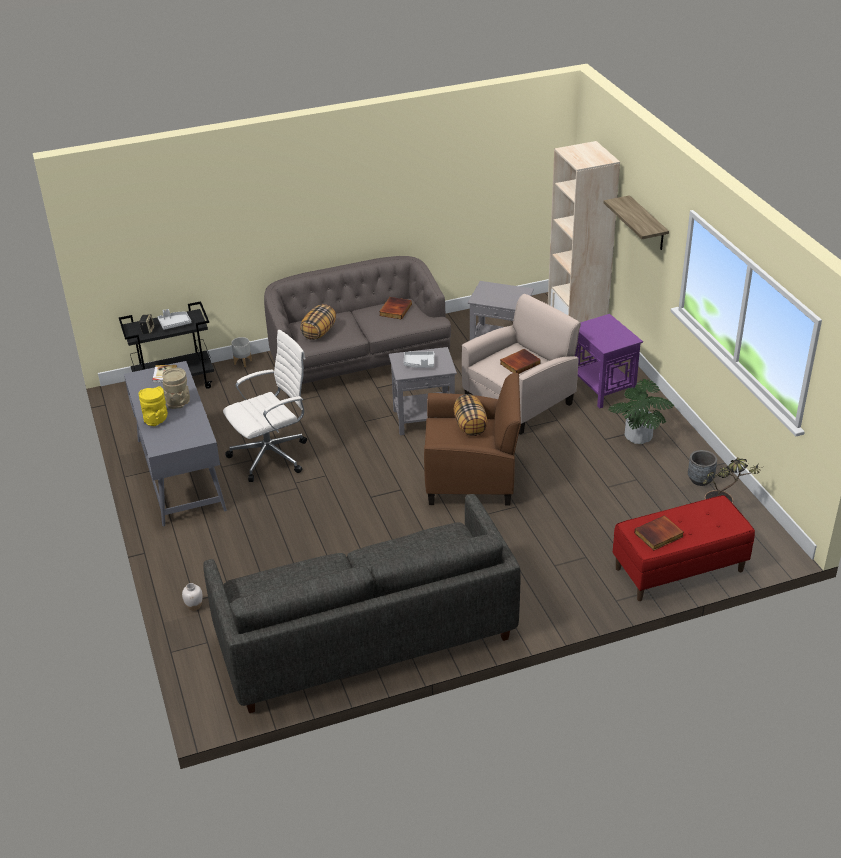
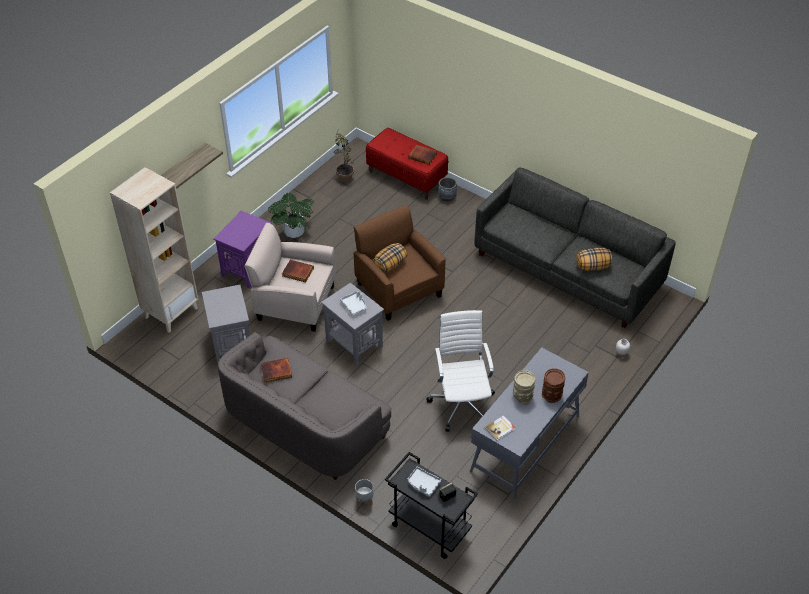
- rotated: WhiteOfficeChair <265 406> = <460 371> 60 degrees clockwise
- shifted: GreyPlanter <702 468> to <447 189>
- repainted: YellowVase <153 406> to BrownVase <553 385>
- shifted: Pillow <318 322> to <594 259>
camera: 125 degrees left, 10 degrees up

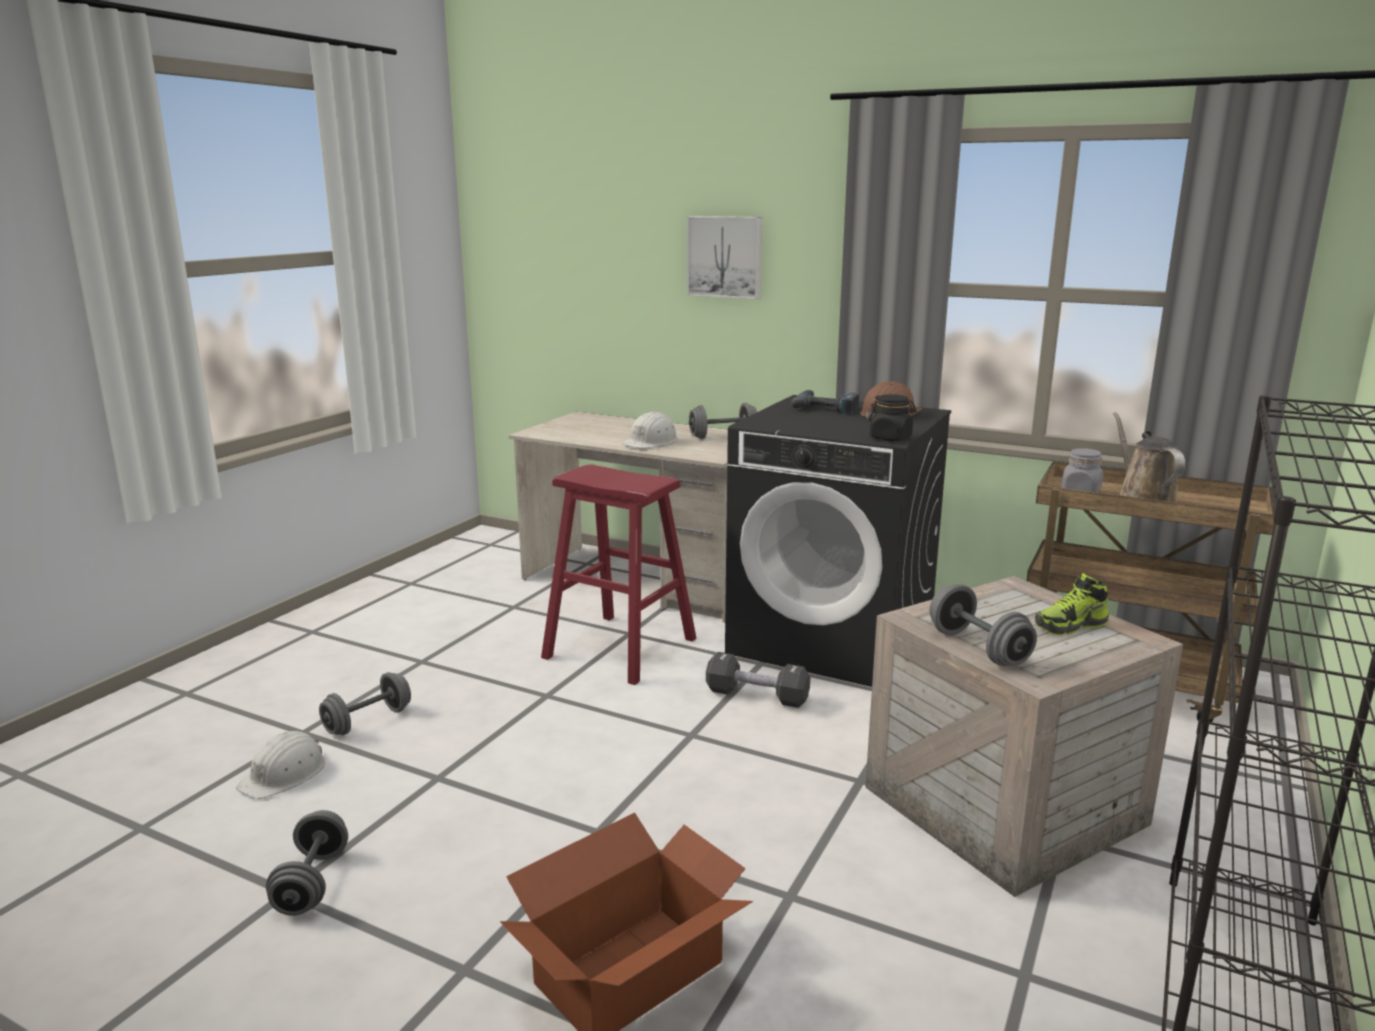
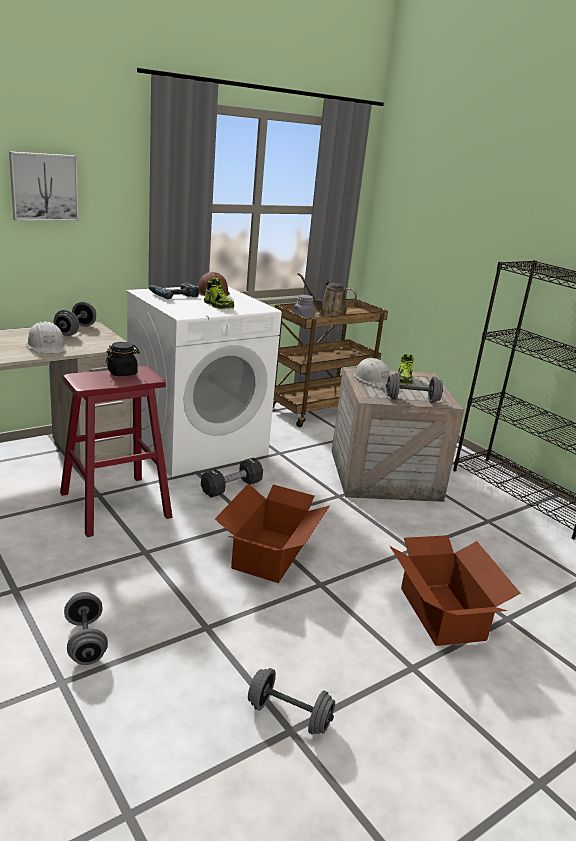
- shifted: BlackJar <893 417> to <123 359>
- repainted: BlackWashingMachine <838 541> to WhiteWashingMachine <204 382>
- new: Shoe <219 293>
- new: CardboardBox <272 533>
- shifted: WhiteHardHat <280 765> to <372 373>
camera: 65 degrees left, 5 degrees up

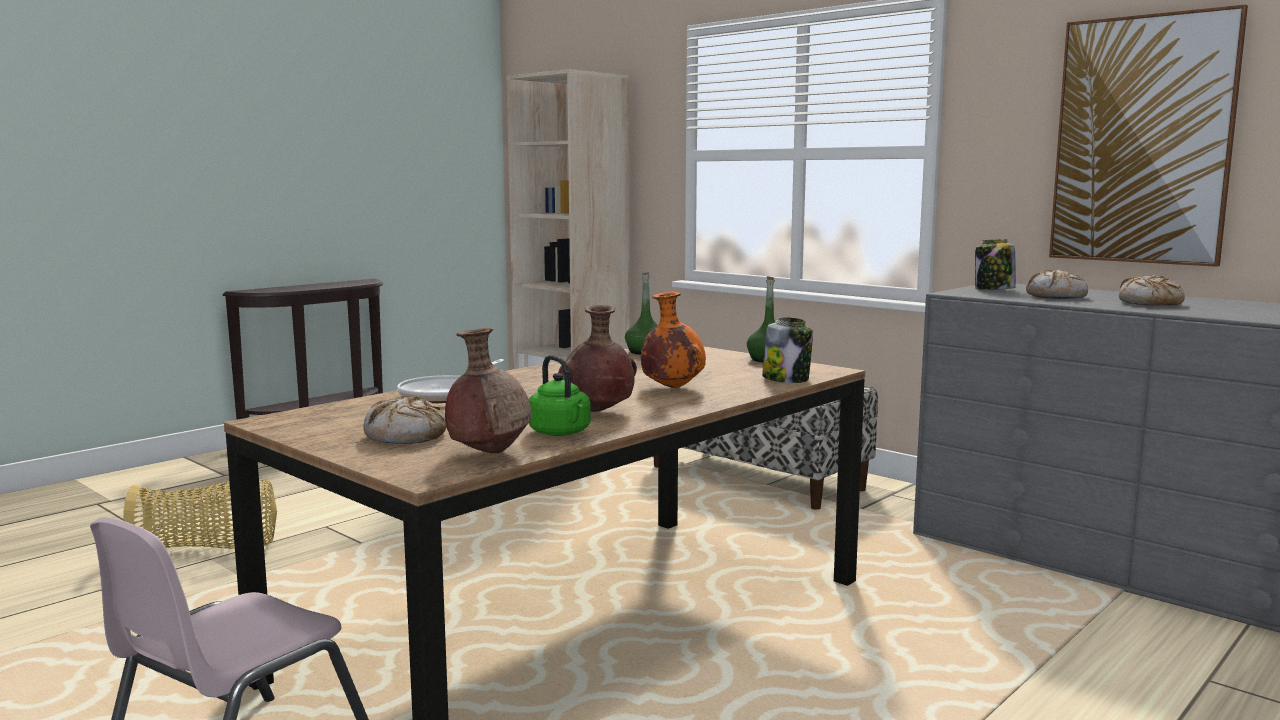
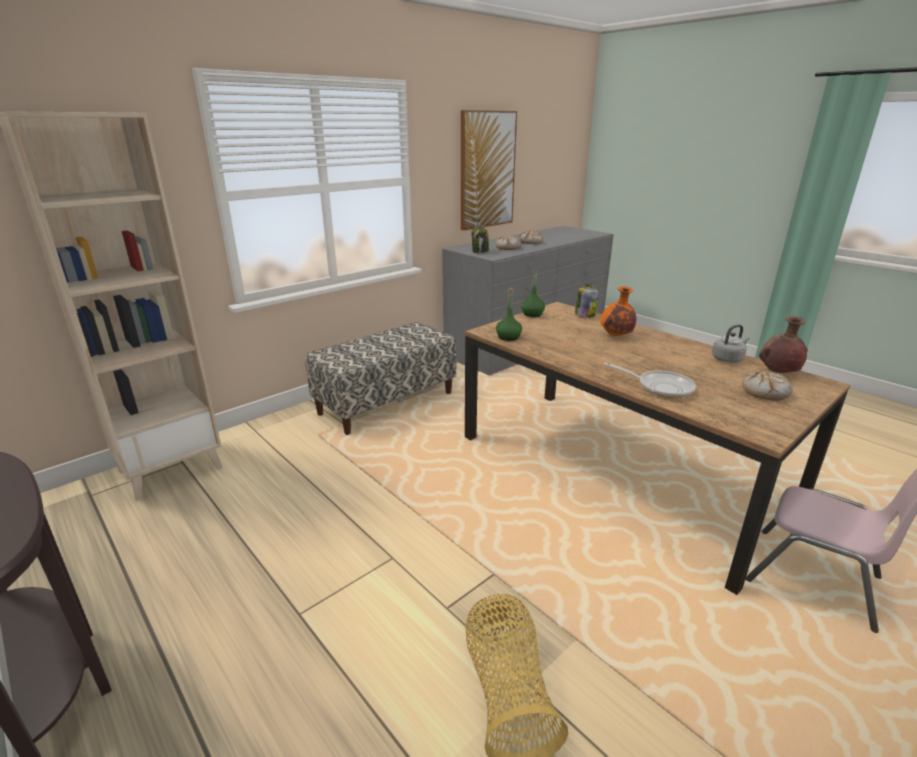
- repainted: GreenKettle <560 395> to GreyKettle <731 343>
- gone: BrownVase <597 358>
camera: 85 degrees left, 15 degrees up

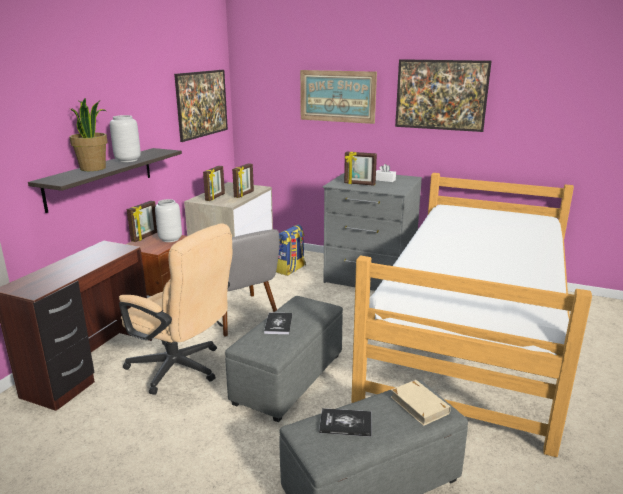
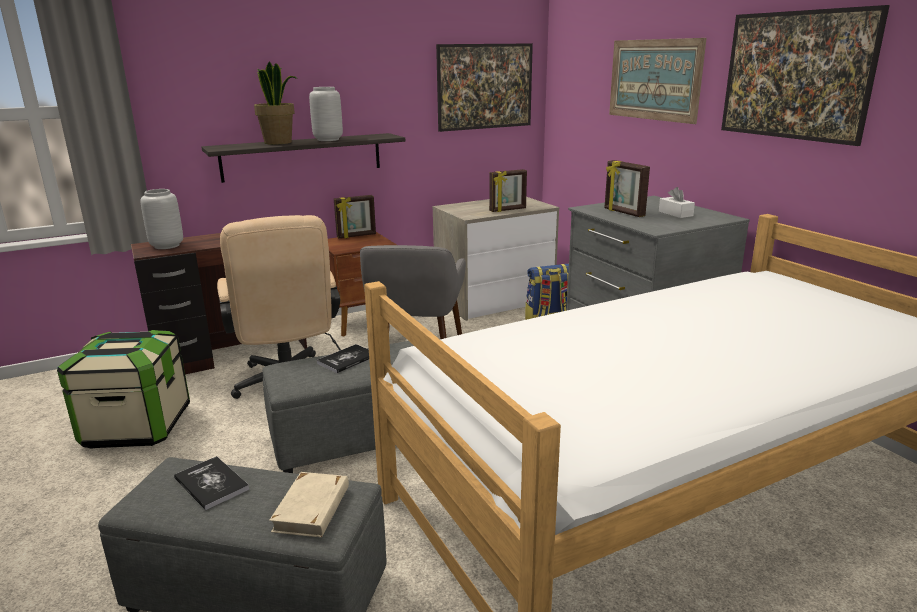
- new: StorageBox <123 389>
- shifted: GreyVase <168 220> to <161 219>
- gone: PictureFrame <214 183>
camera: 40 degrees right, 0 degrees up

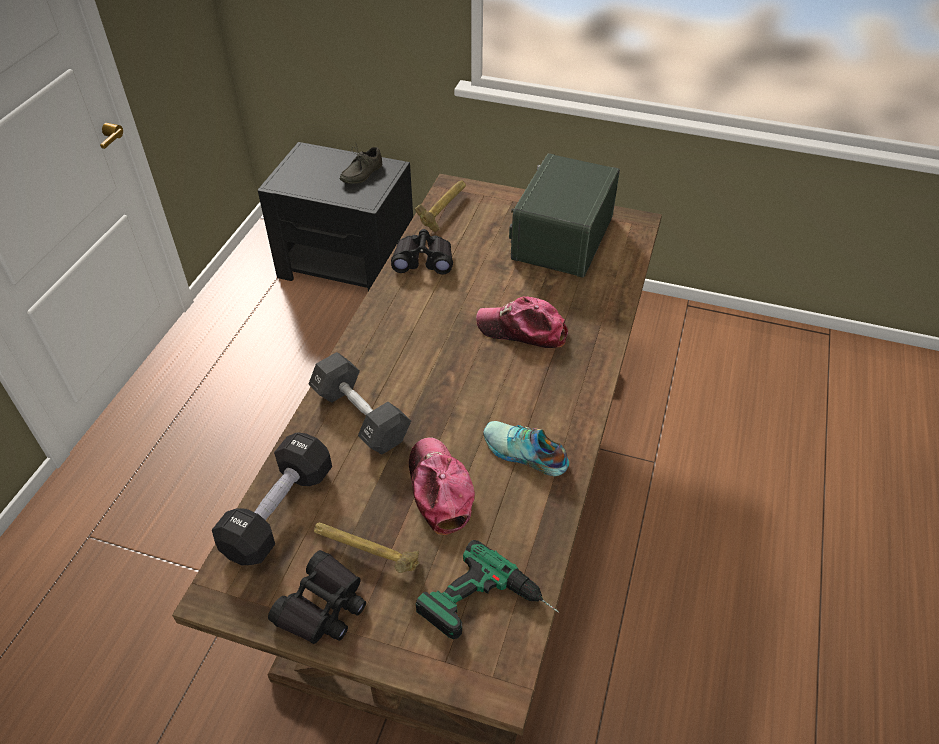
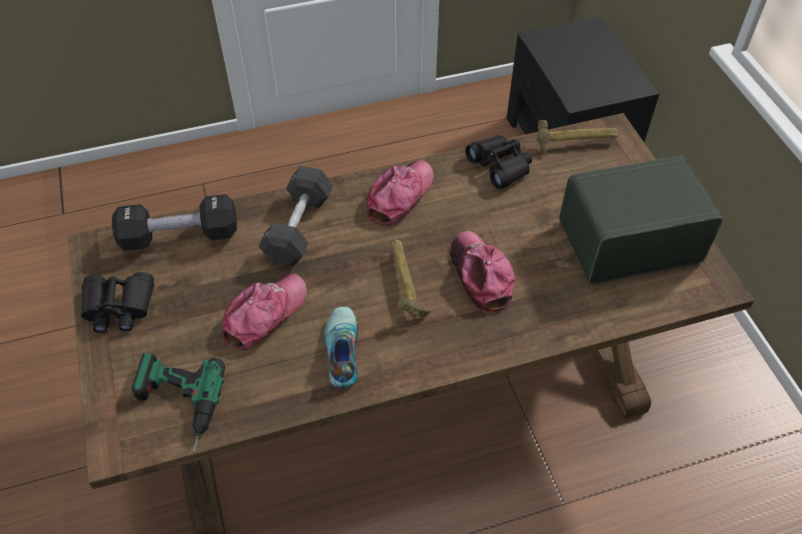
- new: Cap <400 193>
- shifted: Hammer <366 547> to <411 278>
- gone: GreyShoe <361 163>
camera: 55 degrees right, 5 degrees up

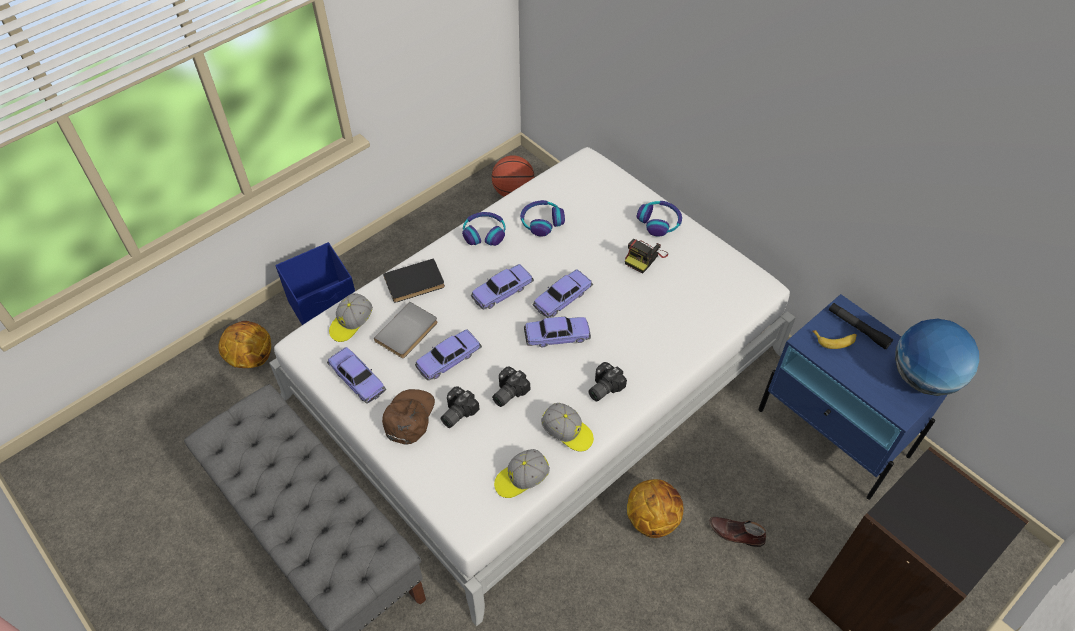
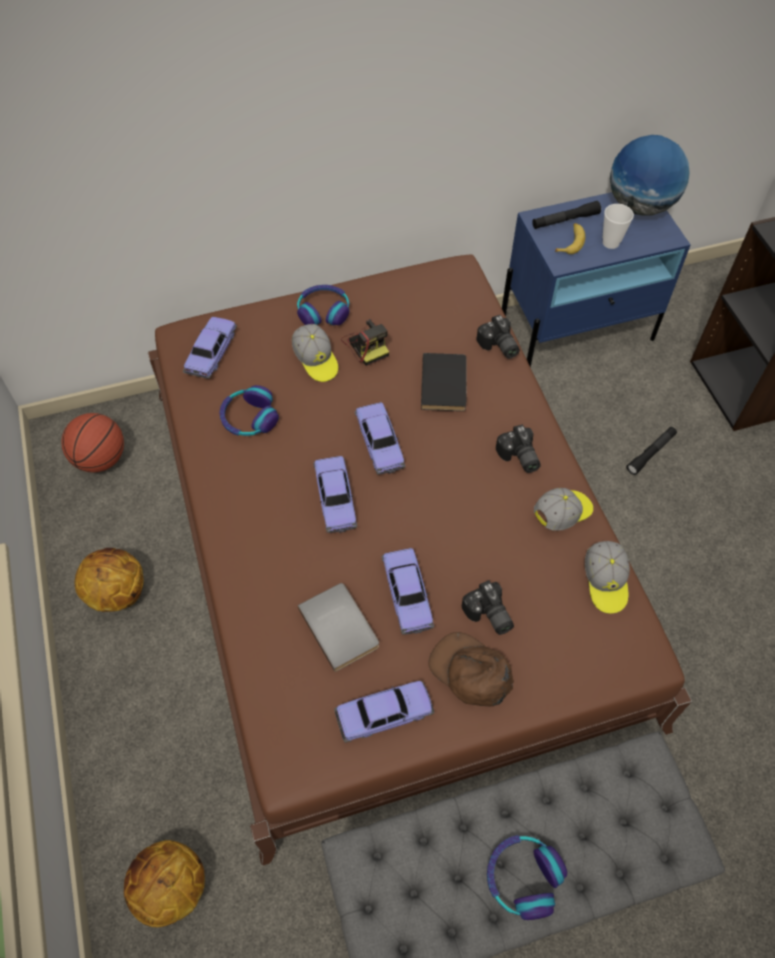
- shifted: Basketball <655 508> to <109 580>
- repainted: WhiteBed <532 386> to BrownBed <420 560>
- shifted: ToyCar <557 332> to <210 348>
- shifted: Cap <351 317> to <315 353>
- shifted: BlackBook <414 280> to <444 382>
- shifted: PhotoCamera <511 386> to <498 337>
- shifted: Headphones <484 229> to <527 877>
- new: Cup <618 226>
- swapped: BrownShoe <737 532> to BlackFlashlight <651 451>
- gone: BlueStorageBox <315 283>
camera: 65 degrees left, 5 degrees up

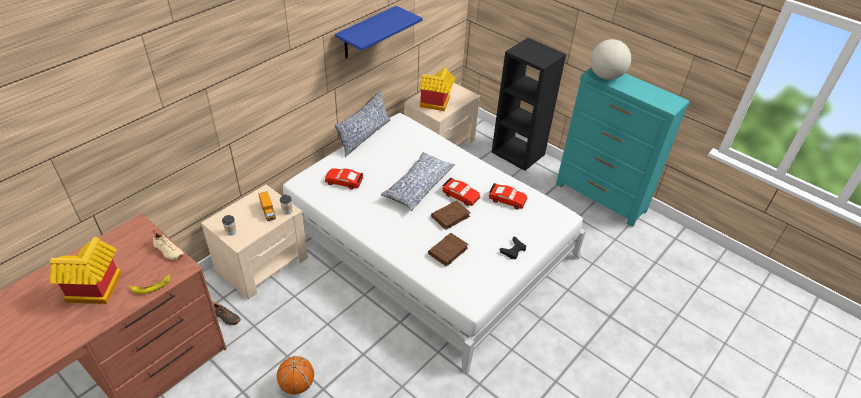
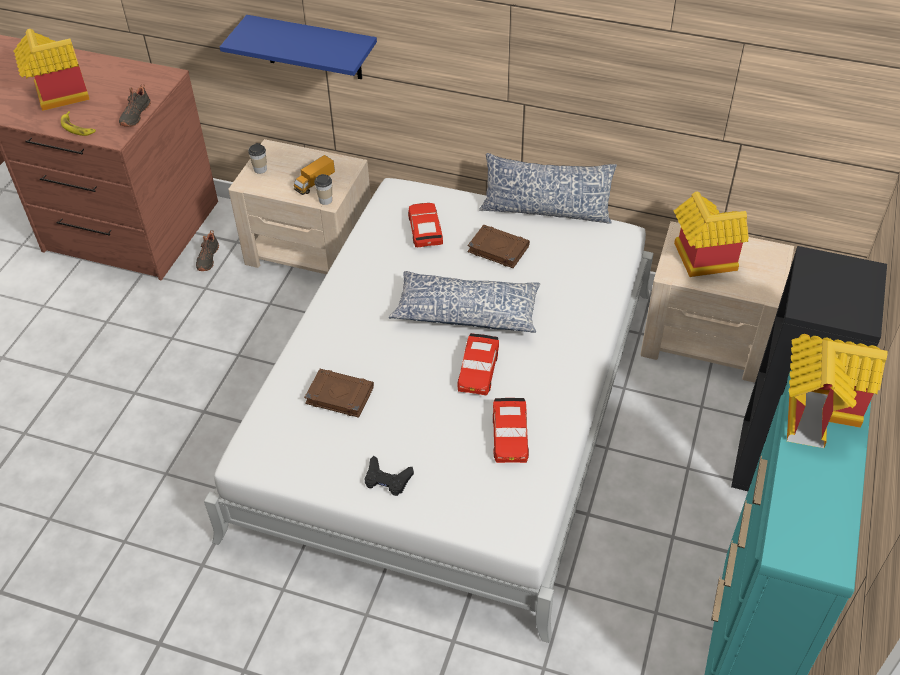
- repainted: BeigeShoe <168 245> to BlackShoe <135 105>
- shifted: BlueShelf <379 32> to <298 47>
- shifted: BrownBook <451 215> to <499 246>
- swapped: Globe <610 59> to ToyHouse <837 391>
- gone: Basketball <295 375>
camera: 70 degrees right, 5 degrees up

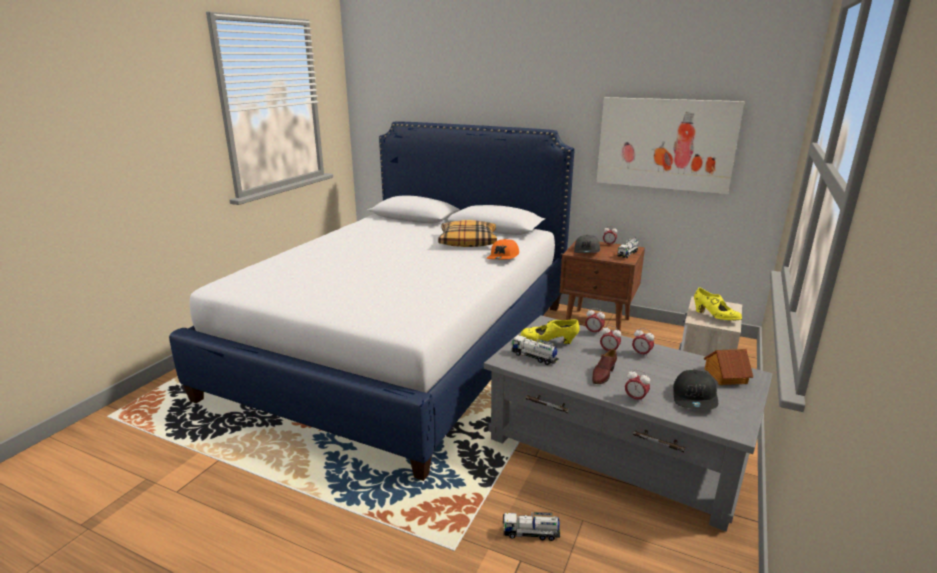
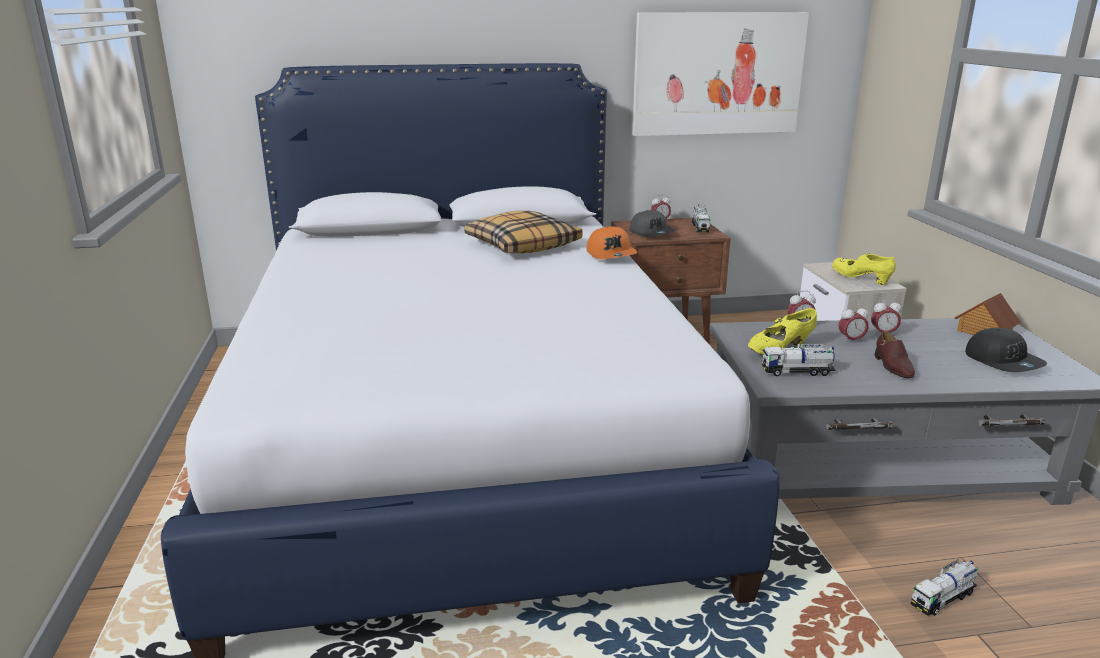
- rotated: YellowShoe <718 303> = <864 269> 150 degrees counterclockwise
- gone: AlarmClock <637 386>
camera: 35 degrees left, 0 degrees up

